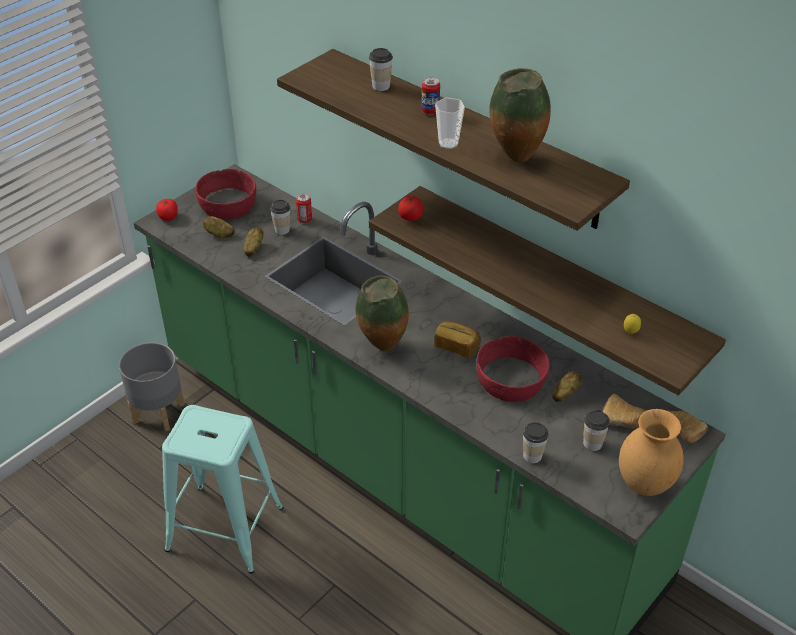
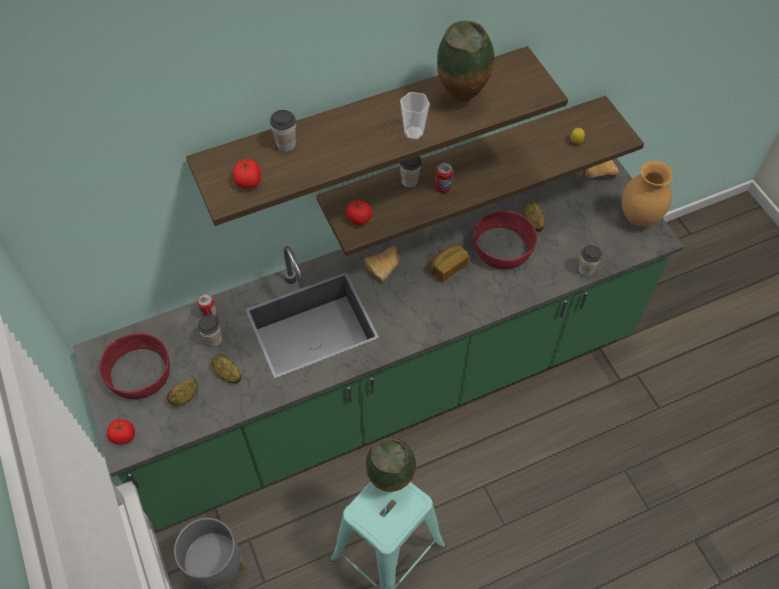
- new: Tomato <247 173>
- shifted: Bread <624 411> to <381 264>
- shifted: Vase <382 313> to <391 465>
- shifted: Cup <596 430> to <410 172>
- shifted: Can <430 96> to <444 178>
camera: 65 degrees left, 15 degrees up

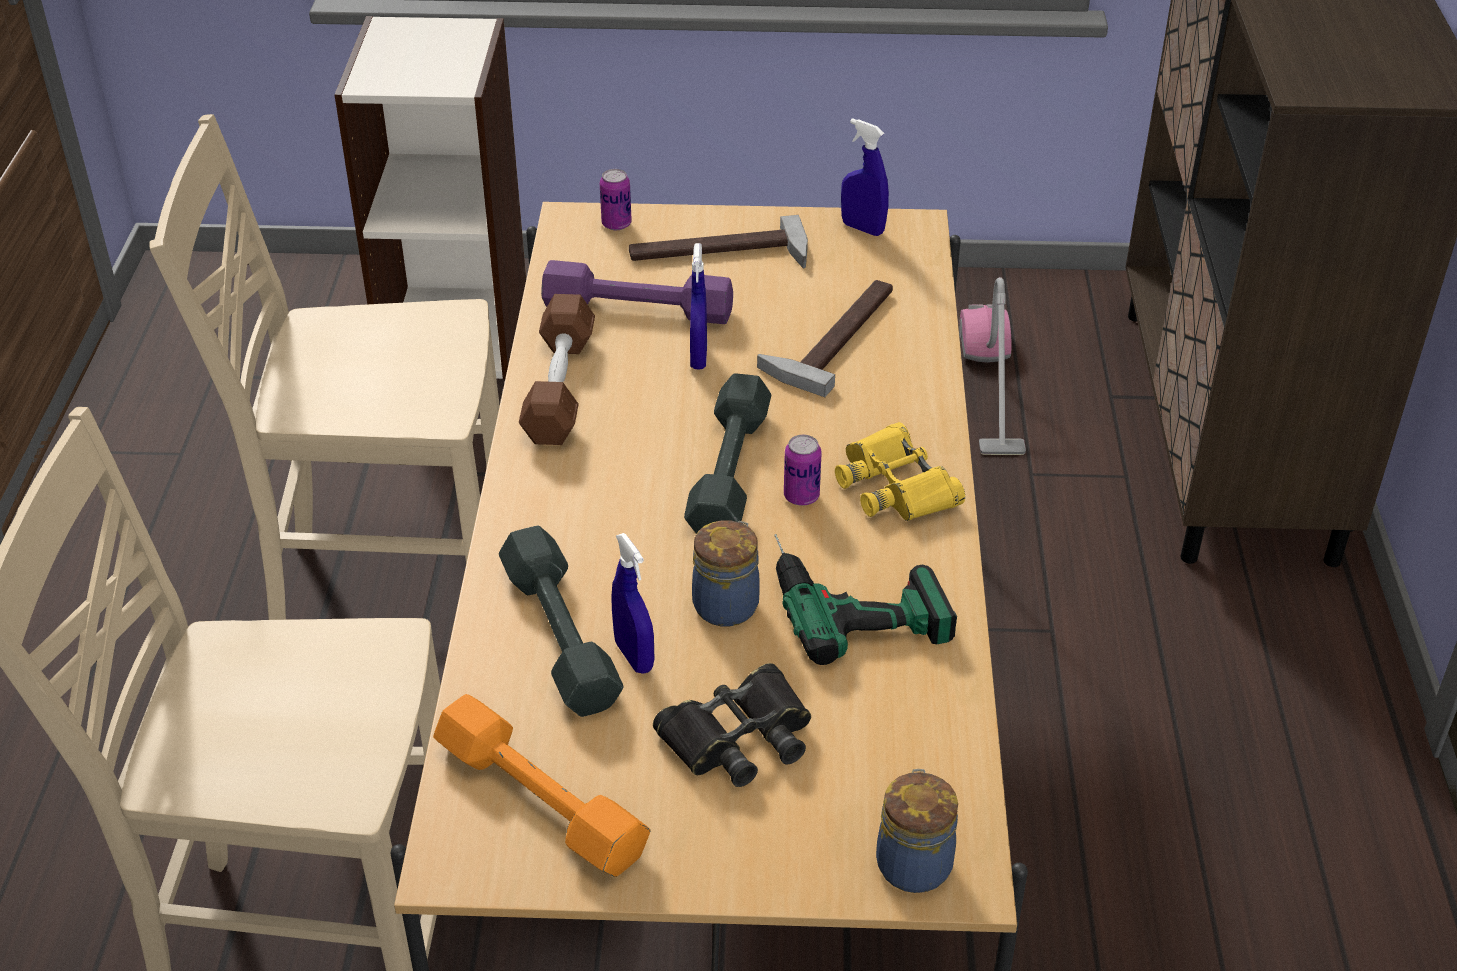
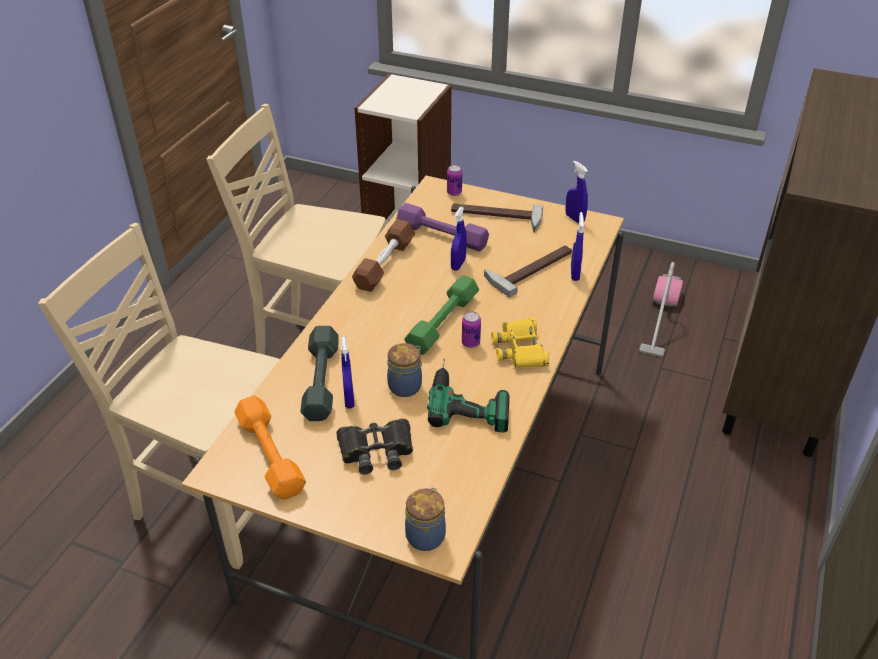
- repainted: GreyDumbbell <727 454> to GreenDumbbell <441 315>
- new: BlueSprayBottle <577 246>
camera: 20 degrees right, 0 degrees up

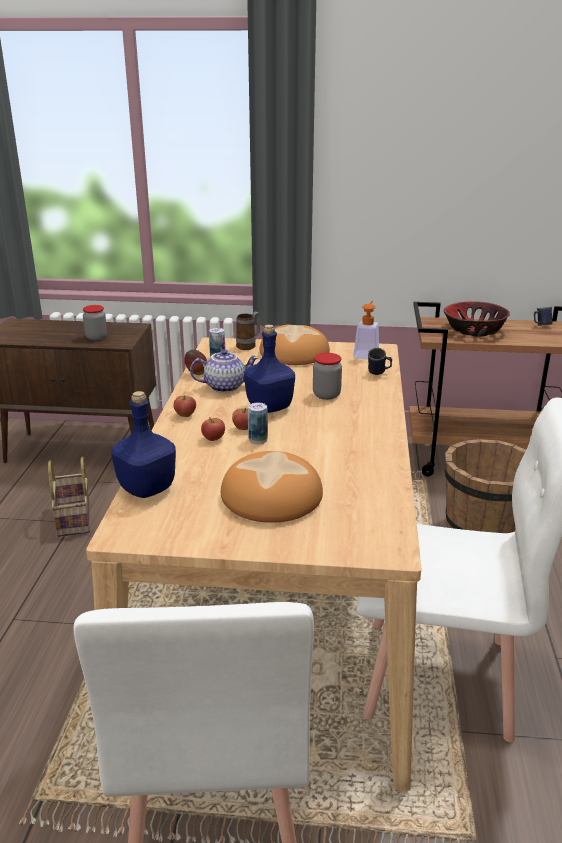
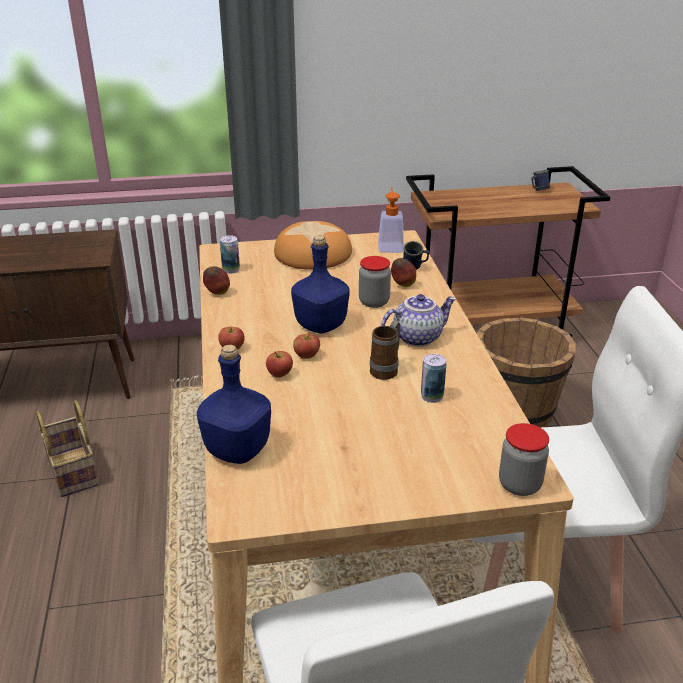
- shifted: Mug <248 331> to <385 350>
- shifted: Teapot <224 371> to <418 320>
- new: Apple <403 272>
- shifted: Can <258 424> to <433 378>
- shifted: Jar <95 323> to <524 459>
- gone: Bread <272 487>
- gone: Bowl <477 319>
camera: 15 degrees left, 5 degrees up

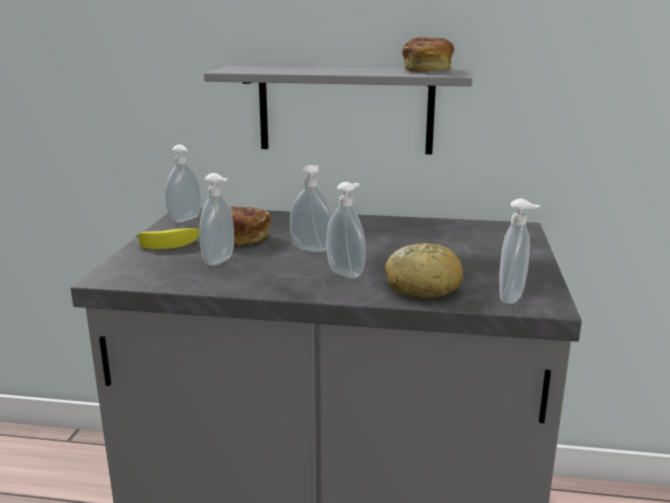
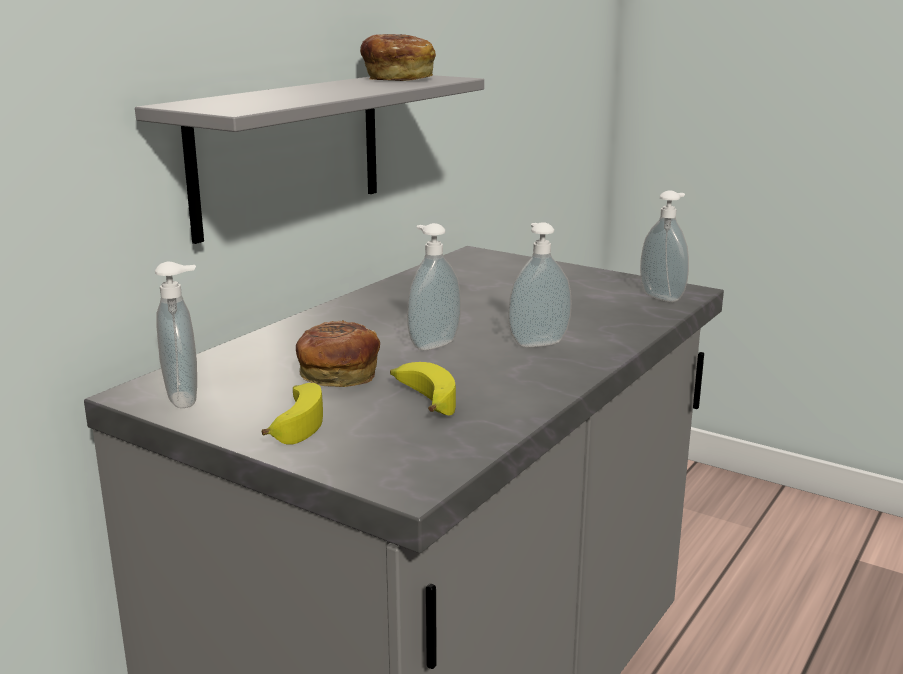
- swapped: SoapDispenser <217 219> to Banana <423 389>
- gone: Bread <424 270>
camera: 65 degrees left, 0 degrees up

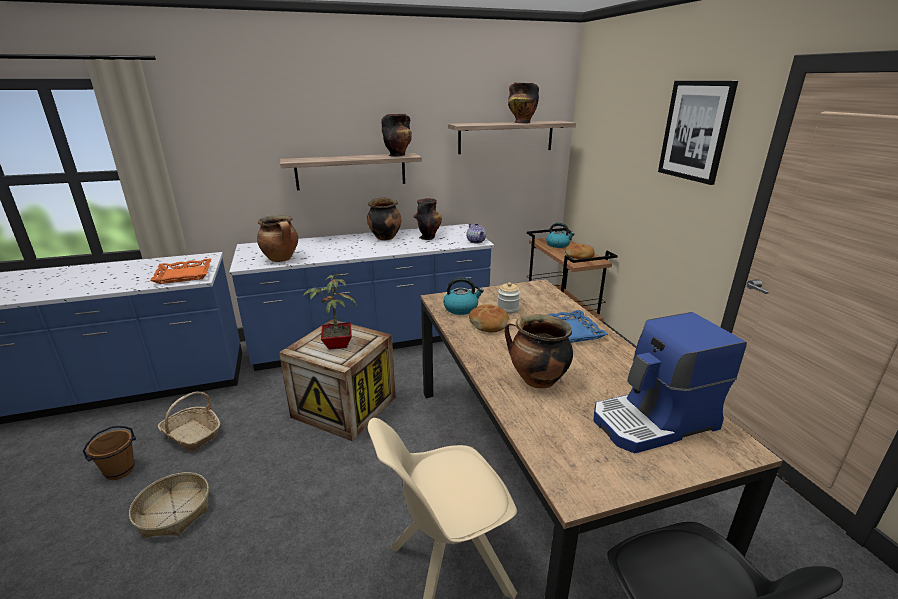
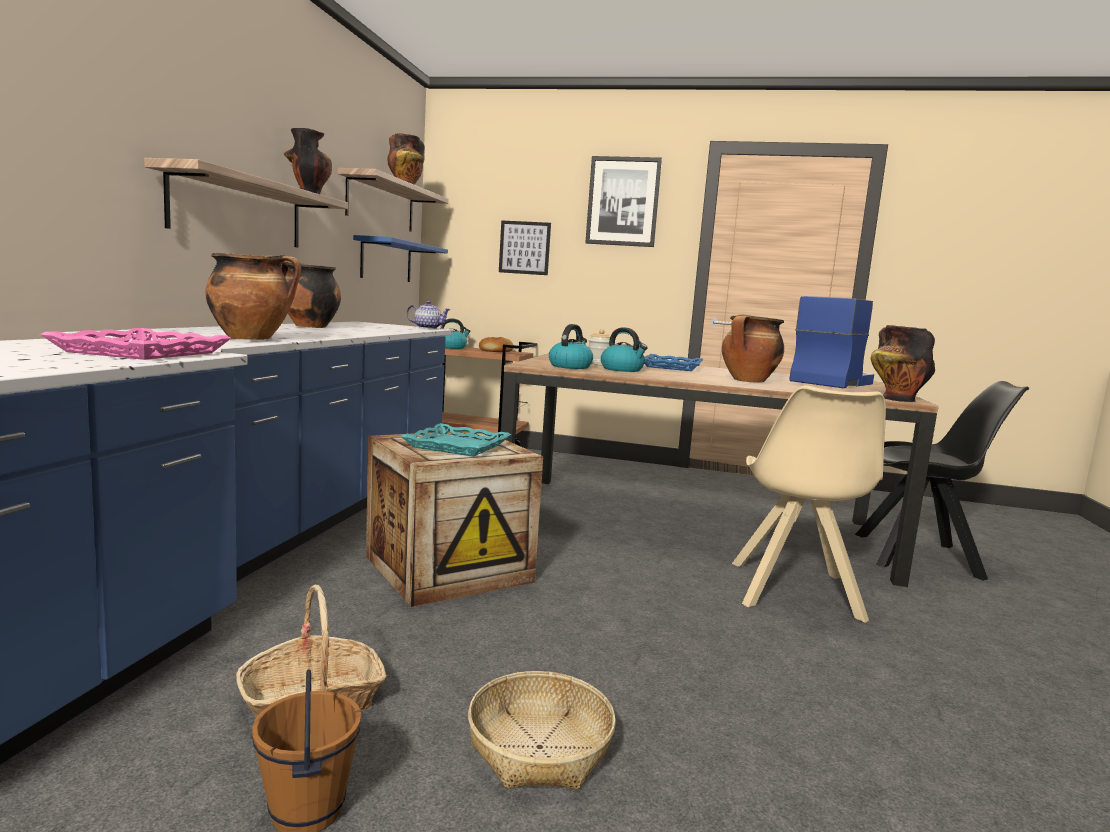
- repainted: OrangeTray <180 271> to PinkTray <135 344>
- new: BlueShelf <400 258>
- swapped: PottedPlant <330 309> to TurquoiseTray <456 440>
- new: Picture <525 247>
- swapped: Bread <489 318> to Kettle <624 349>
- rotated: CoffeeMachine <670 382> = <831 342> 150 degrees counterclockwise
- shifted: Vase <427 219> to <903 363>
camera: 60 degrees left, 15 degrees down

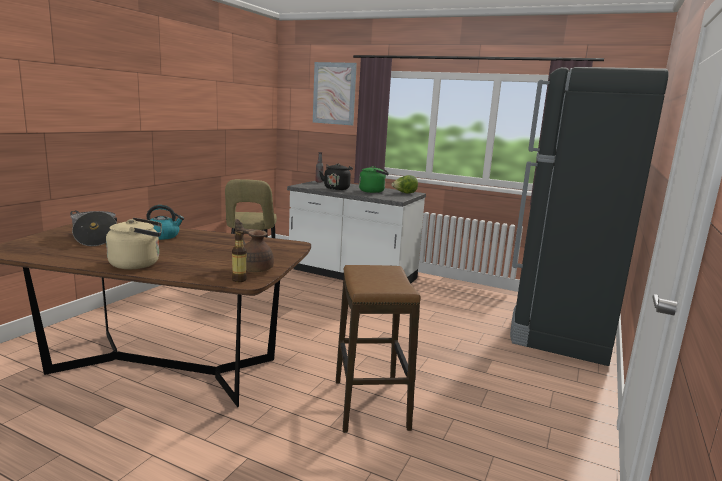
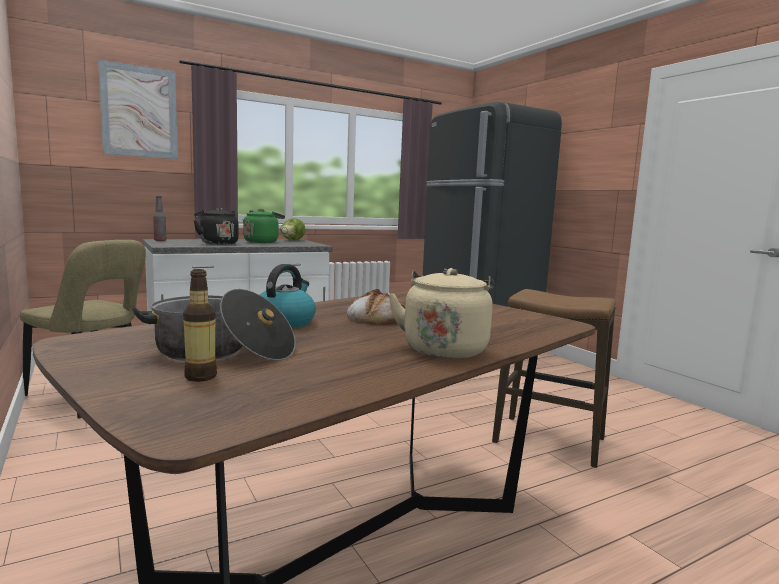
- shifted: Bottle <239 256> to <200 325>
- new: Bread <376 307>
- gone: BrownTeapot <254 245>
camera: 55 degrees left, 5 degrees down

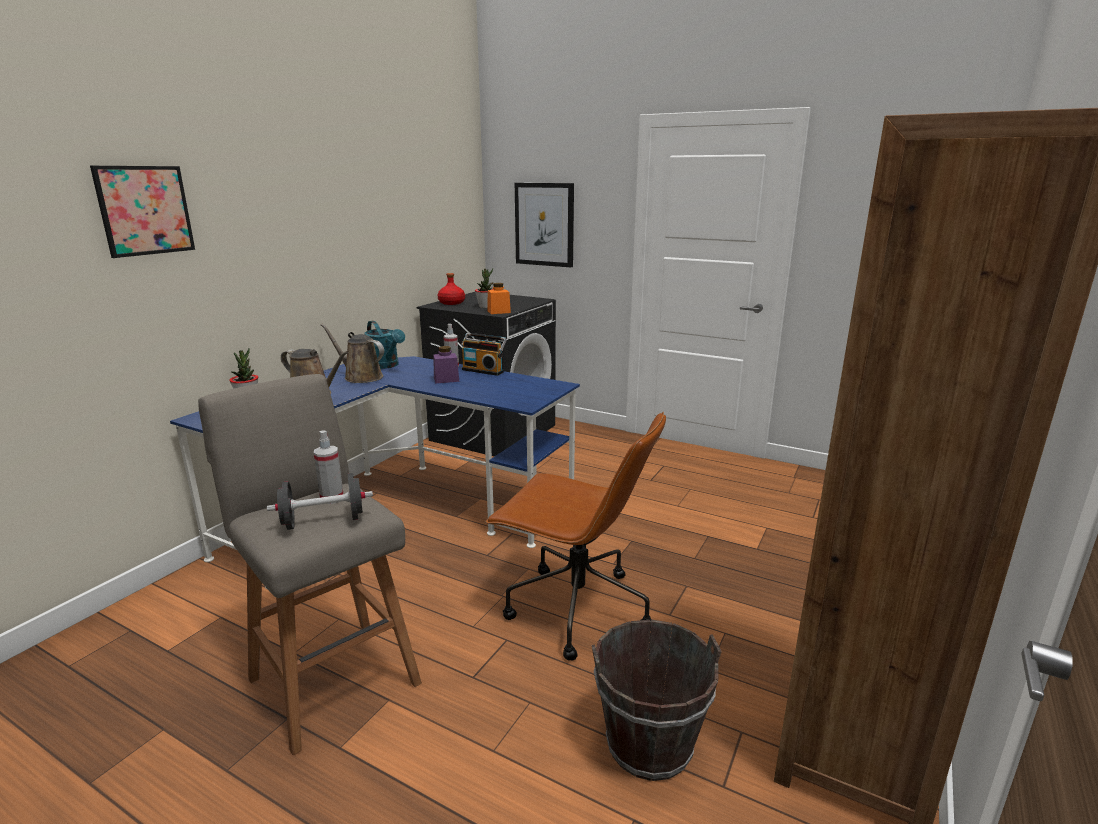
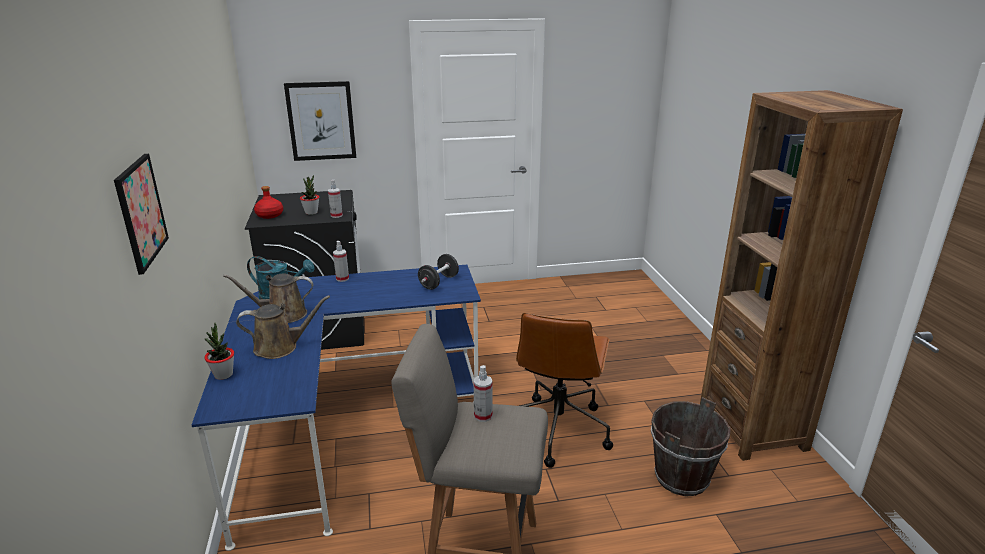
- swapped: OrangeJar <499 298> to SprayBottle <335 199>
- shifted: BlackDumbbell <320 501> to <438 272>
- rotated: BrownOfficeChair <575 536> = <564 390> 120 degrees clockwise
- gone: PurpleJar <446 365>
- gone: Radio <484 354>
camera: 40 degrees left, 5 degrees up

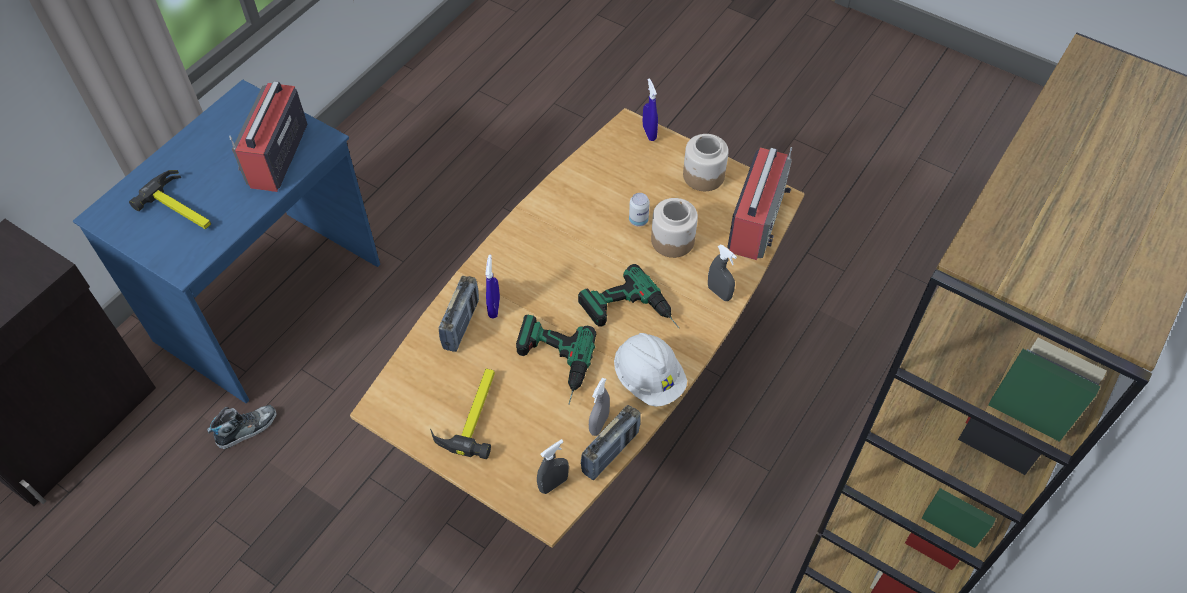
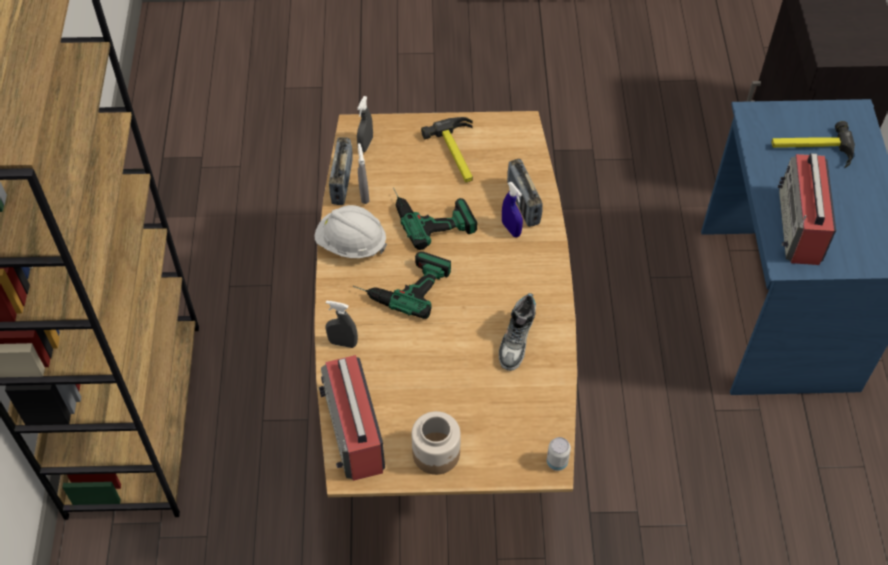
- shifted: Shoe <242 427> to <517 332>
- shifted: Can <639 209> to <559 454>
- rotated: Radio <268 136> = <807 209> 150 degrees counterclockwise
- gone: BlueSprayBottle <650 109>
- gone: Jar <674 228>
camera: 145 degrees right, 0 degrees up

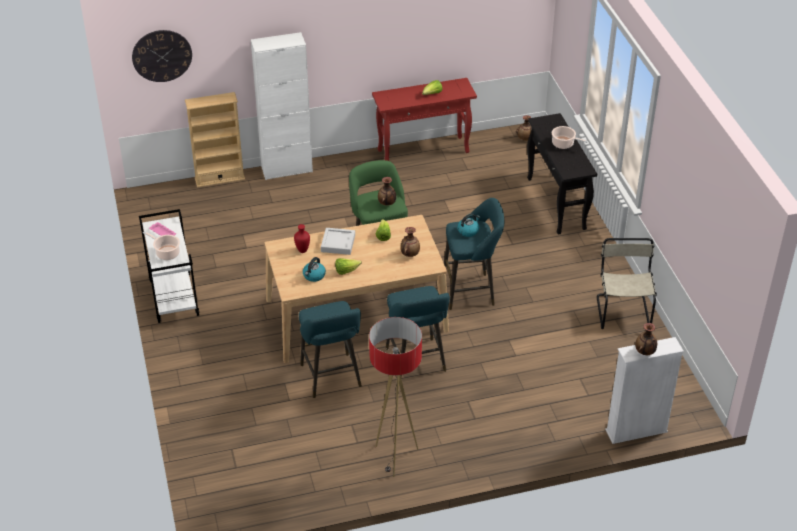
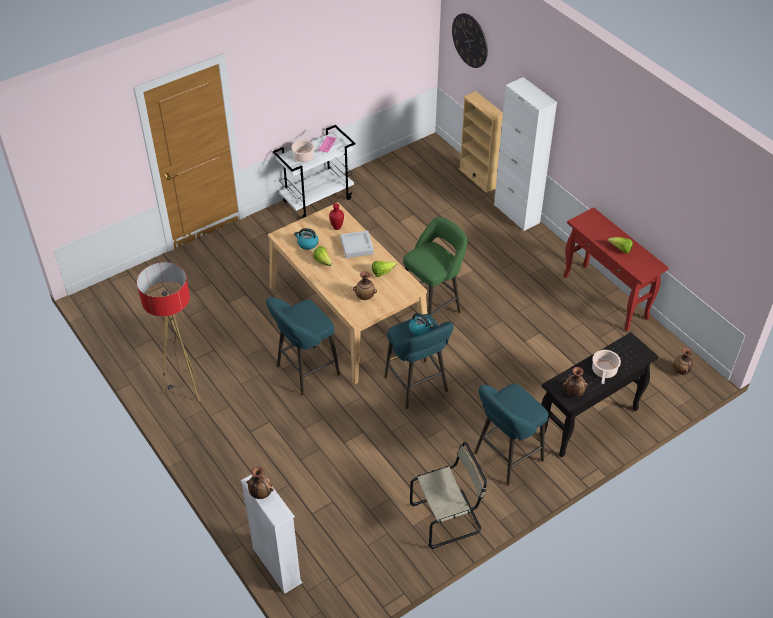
- shifted: TurquoiseStool <330 349> to <511 434>
- shifted: Vase <387 191> to <575 382>
camera: 70 degrees right, 5 degrees up

